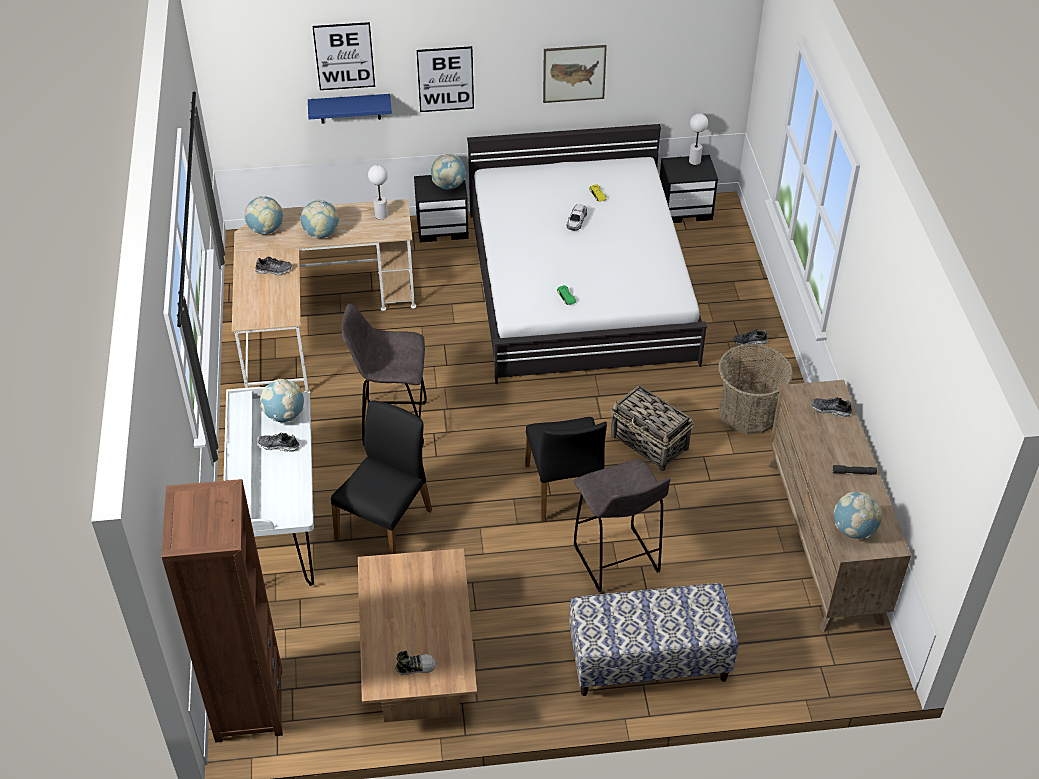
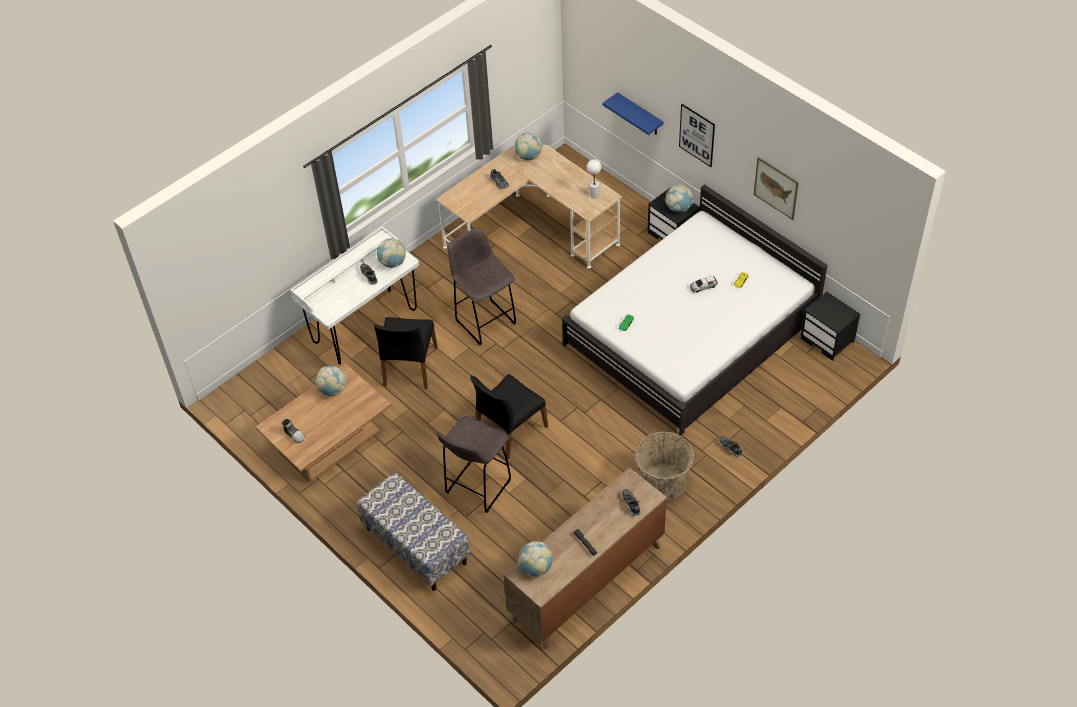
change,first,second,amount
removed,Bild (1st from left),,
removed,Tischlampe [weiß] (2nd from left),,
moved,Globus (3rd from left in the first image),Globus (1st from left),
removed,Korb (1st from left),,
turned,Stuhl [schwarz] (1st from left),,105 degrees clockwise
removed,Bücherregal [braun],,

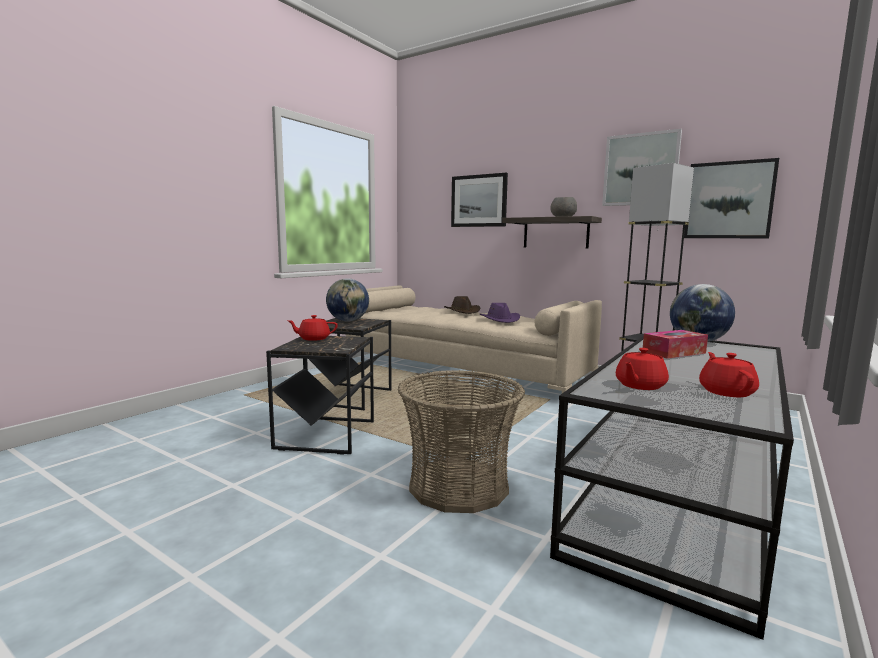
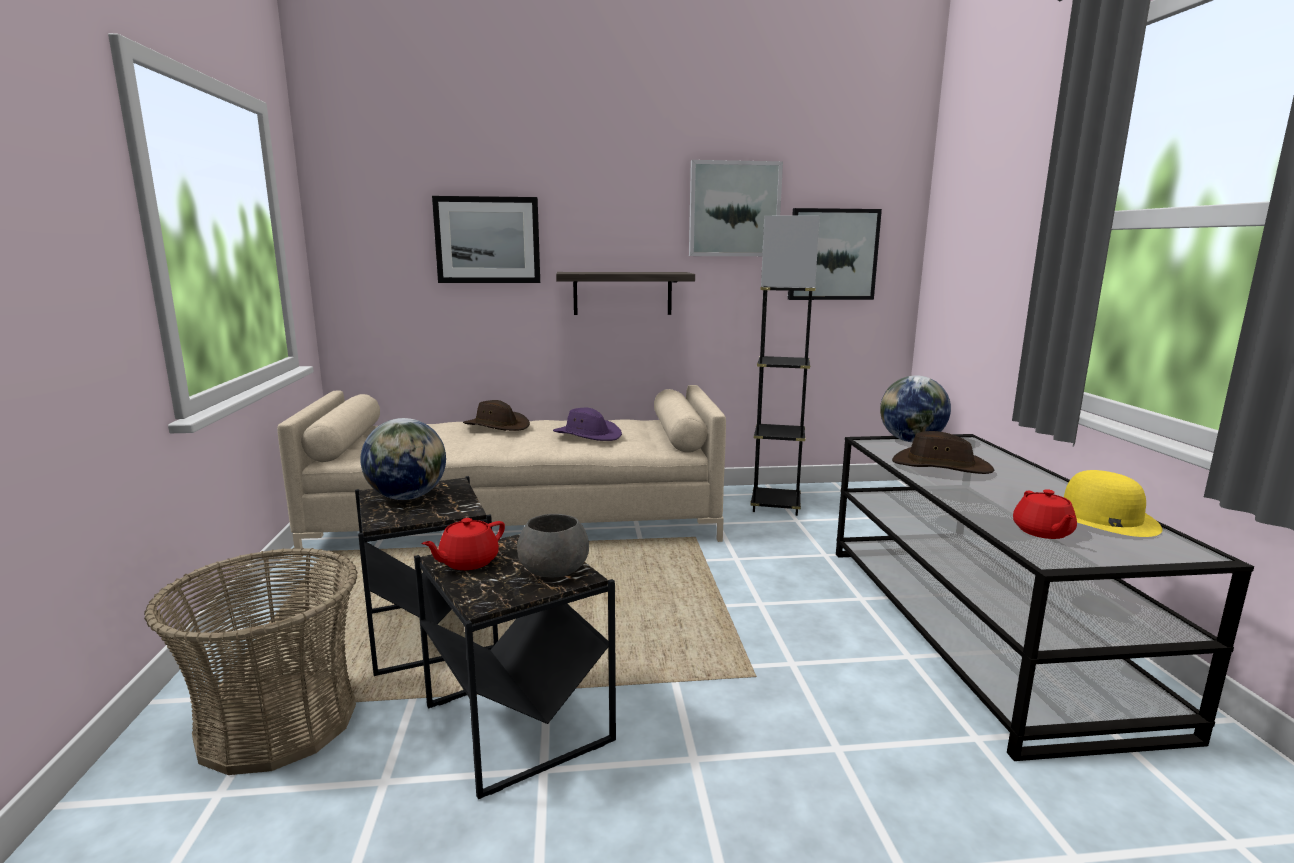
change,first,second,amount
moved,Schüssel [grau],,
replaced,Taschentuchbox,Hut [braun] (2nd from left),
replaced,Teekanne [rot] (3rd from left),Hut [gelb],
moved,Korb,,

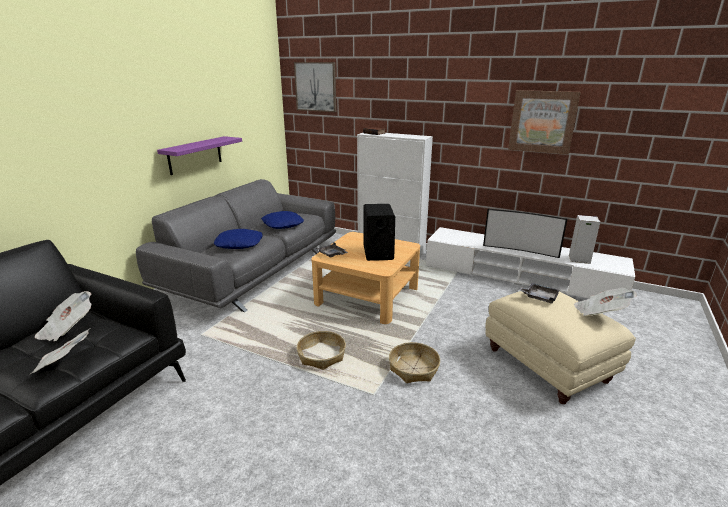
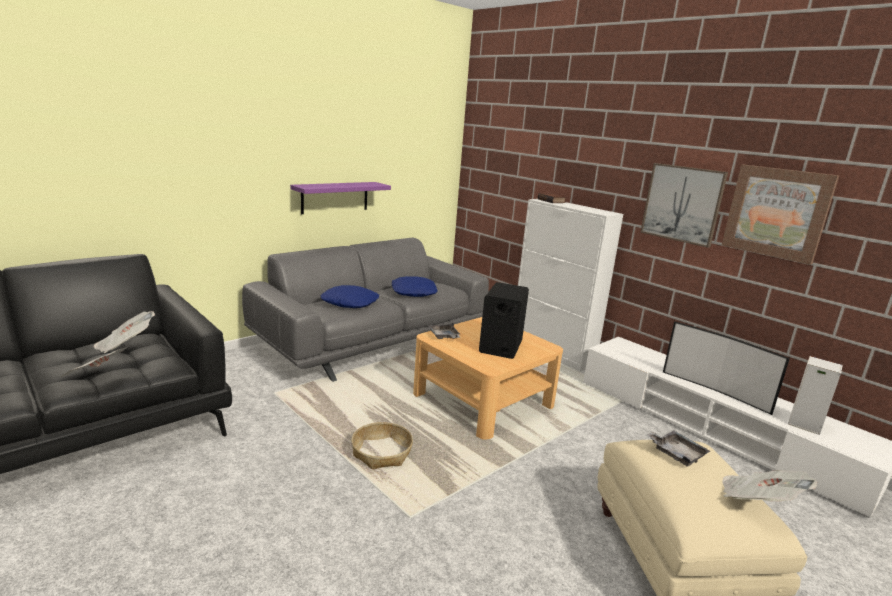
change,first,second,amount
moved,Bild (1st from left),,
removed,Korb (2nd from left),,

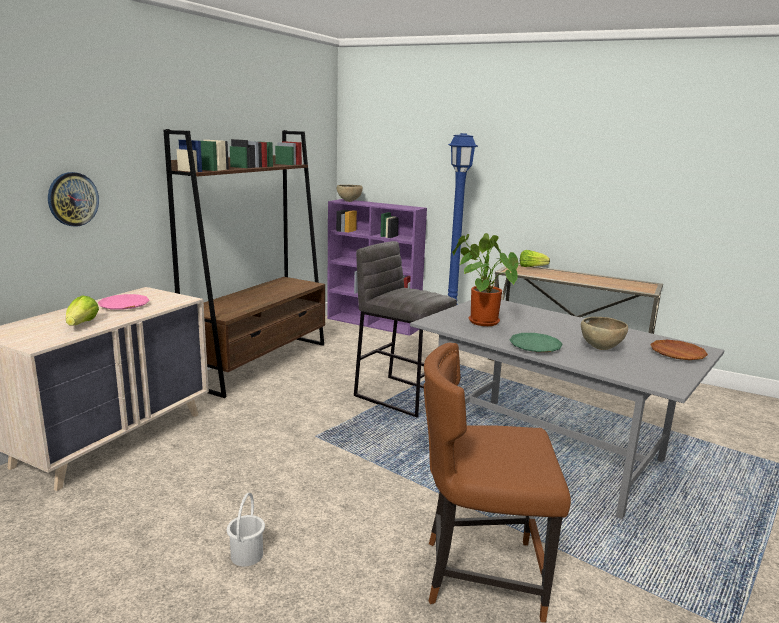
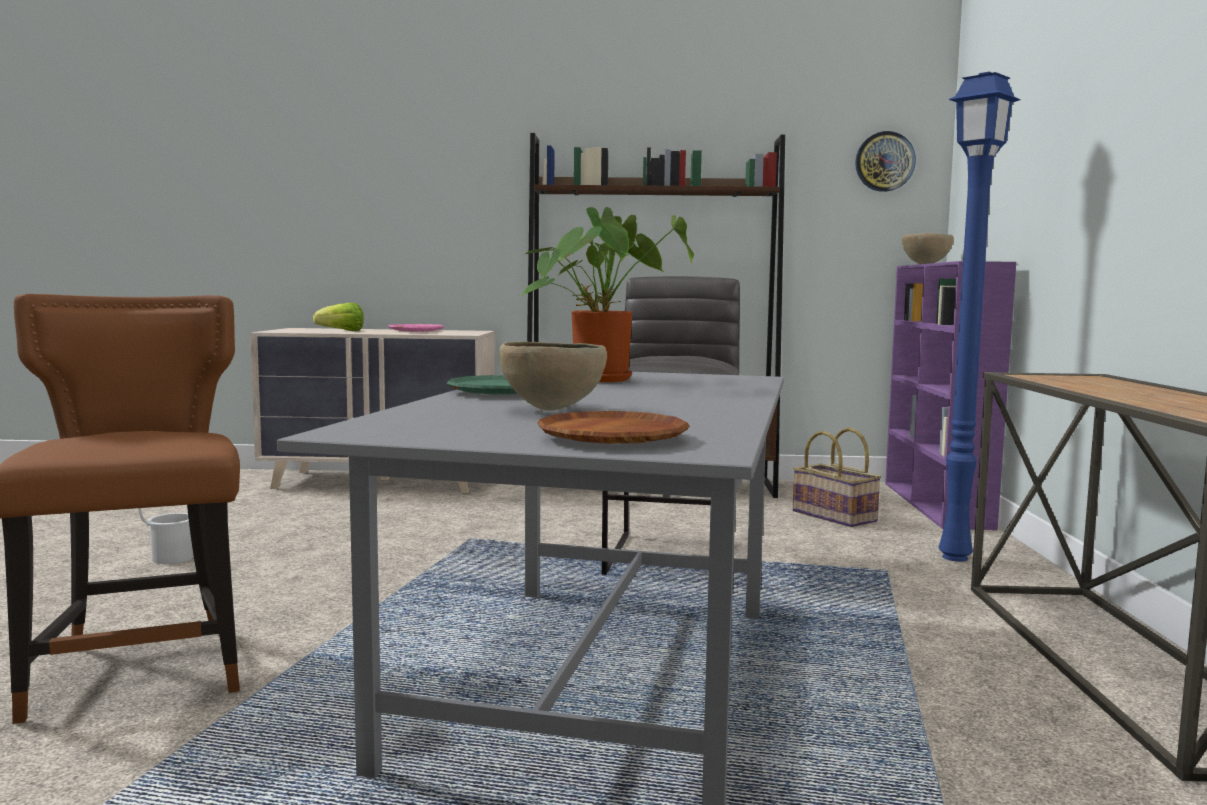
change,first,second,amount
moved,Wanduhr,,
removed,Salatkopf (2nd from left),,
added,,Korb,

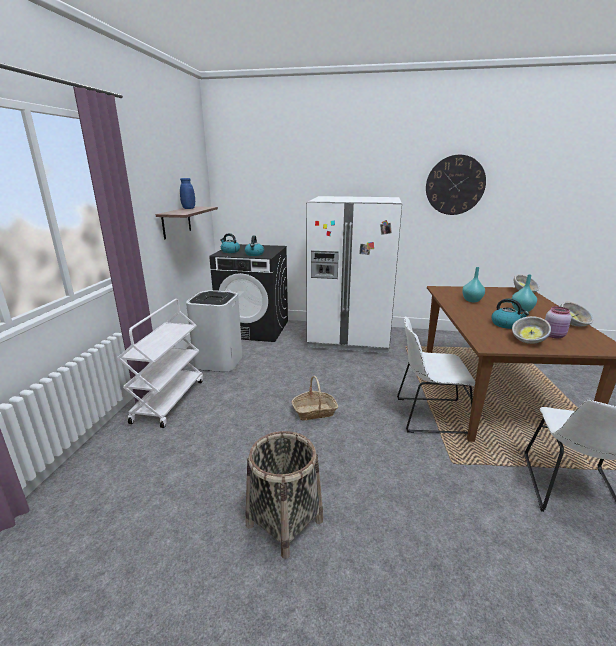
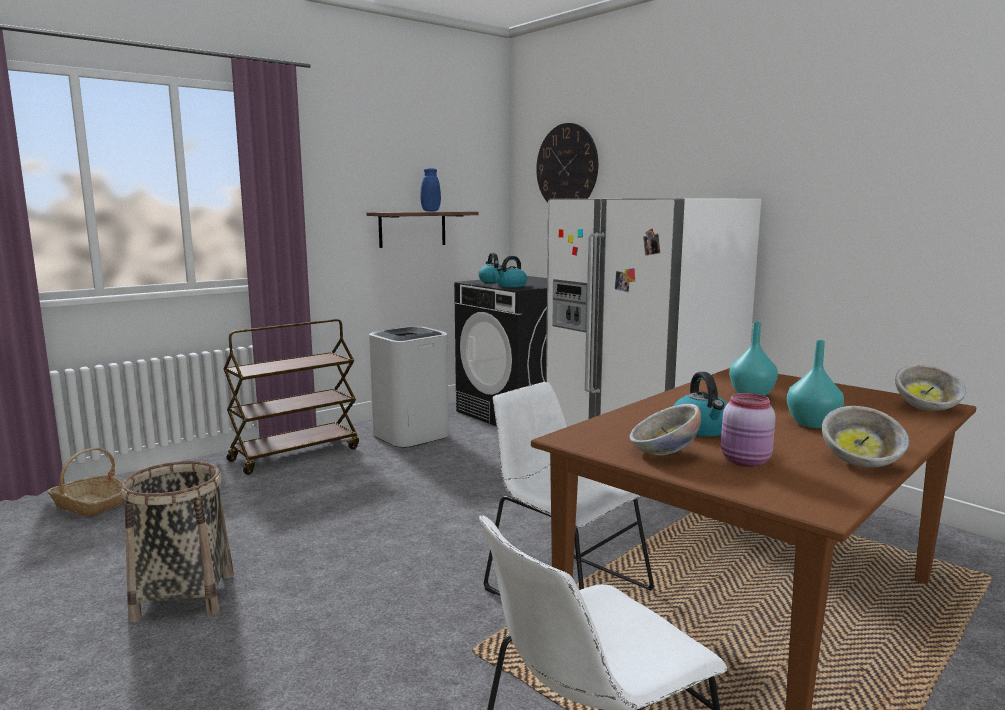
change,first,second,amount
moved,Wanduhr,,
recoloured,Rollwagen [weiß],Rollwagen [braun],
moved,Korb (2nd from left in the first image),Korb (1st from left),

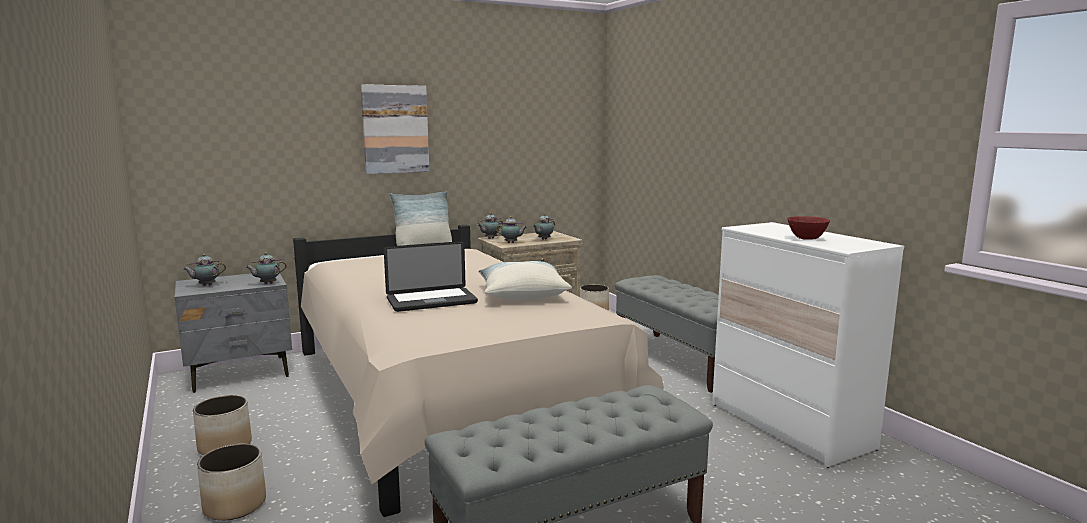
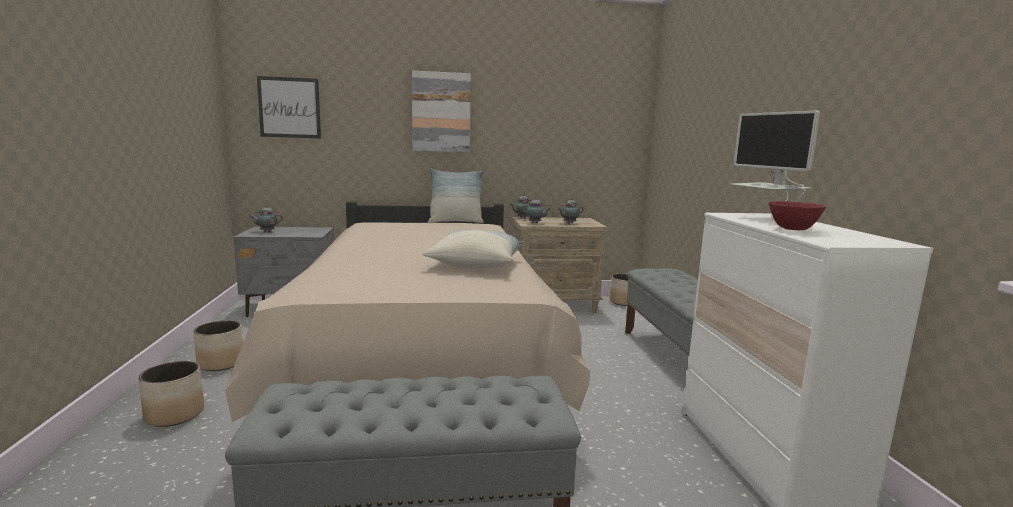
change,first,second,amount
removed,Laptop,,
removed,Teekanne (2nd from left),,
added,,Bild (1st from left),
added,,Monitor,

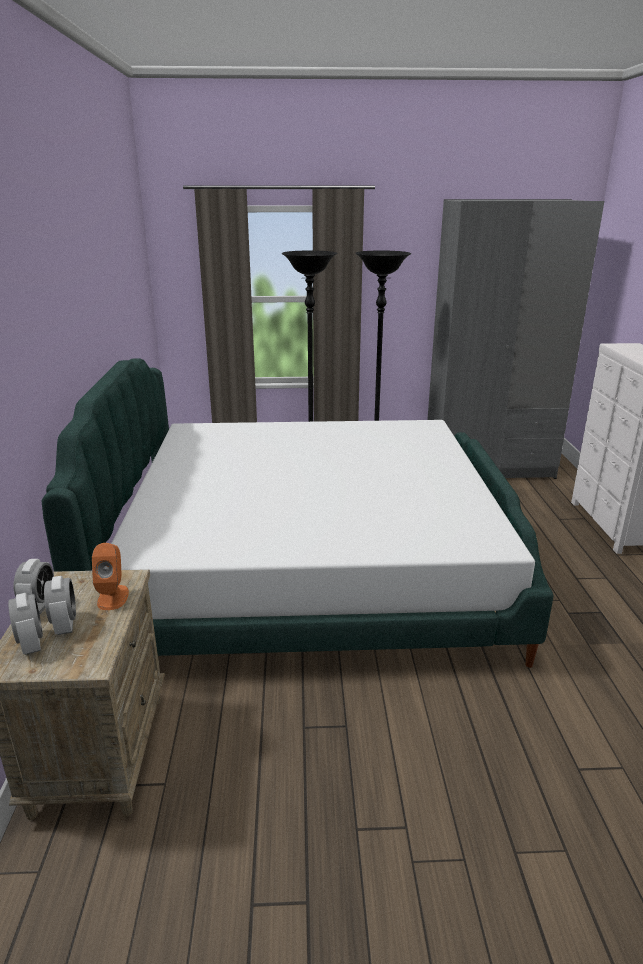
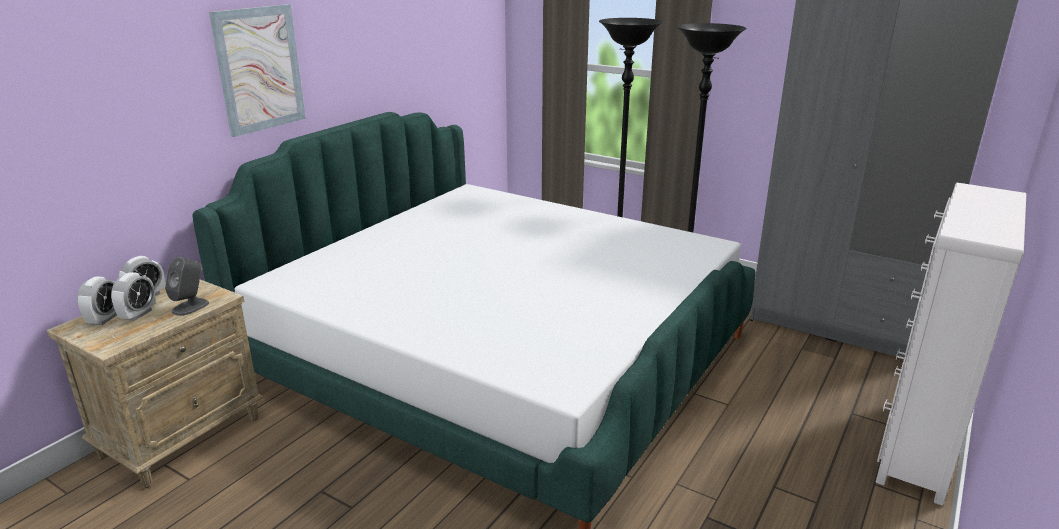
change,first,second,amount
recoloured,Lautsprecher [orange],Lautsprecher [grau],
added,,Bild,

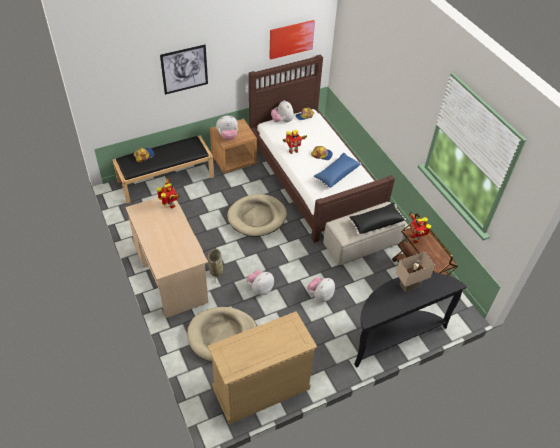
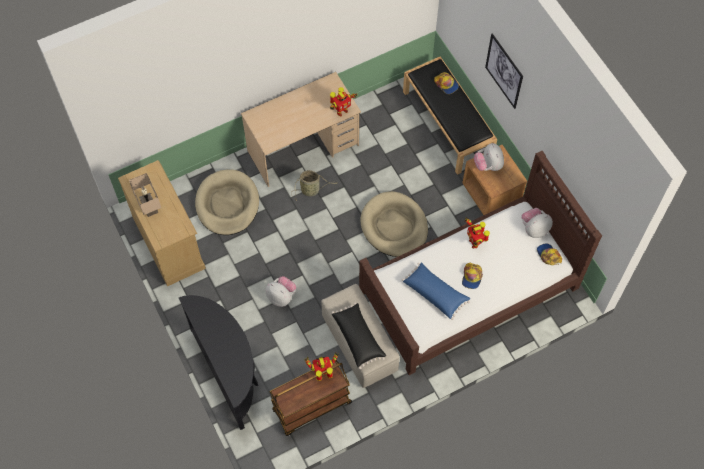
change,first,second,amount
removed,Bild (2nd from left),,
moved,Tischlampe [beige],,
removed,Plüschtier (2nd from left),,

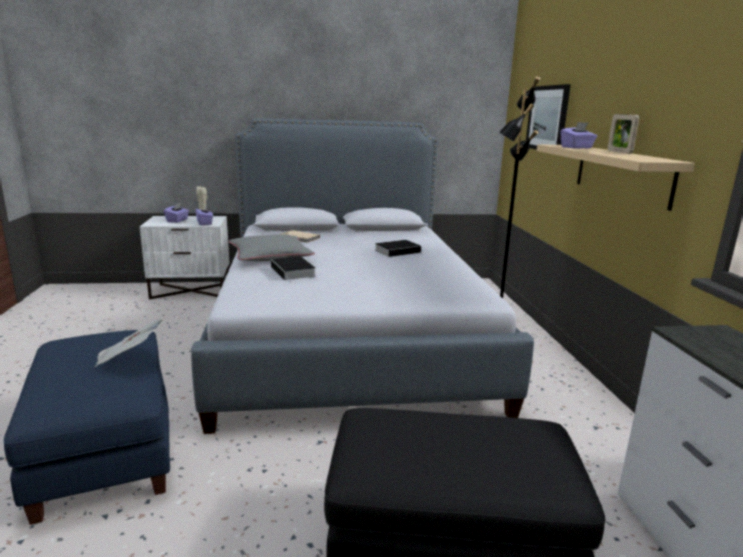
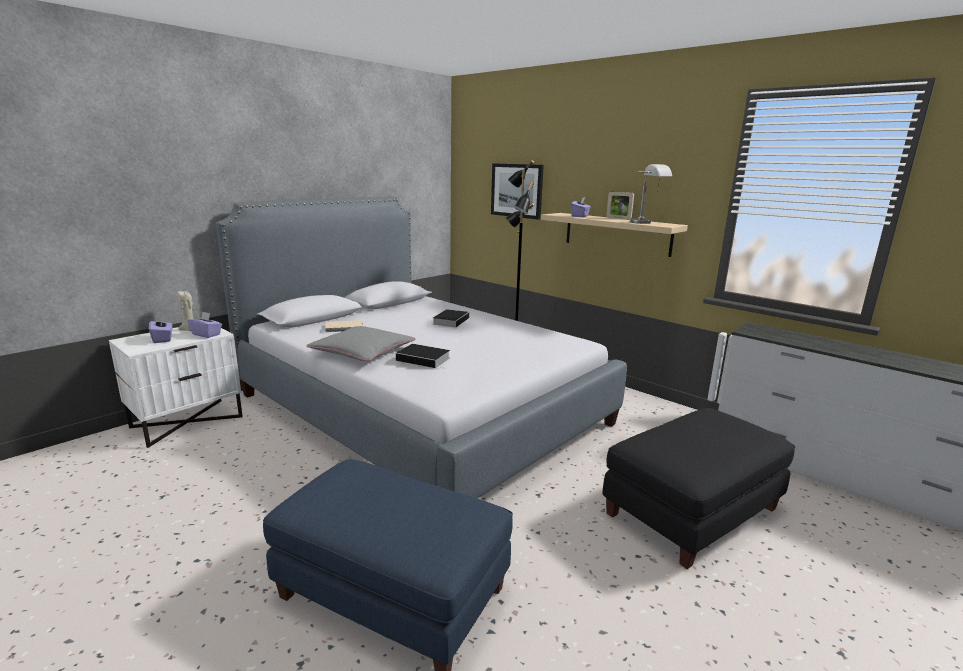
change,first,second,amount
removed,Zeitung,,
added,,Tischlampe [grau],

